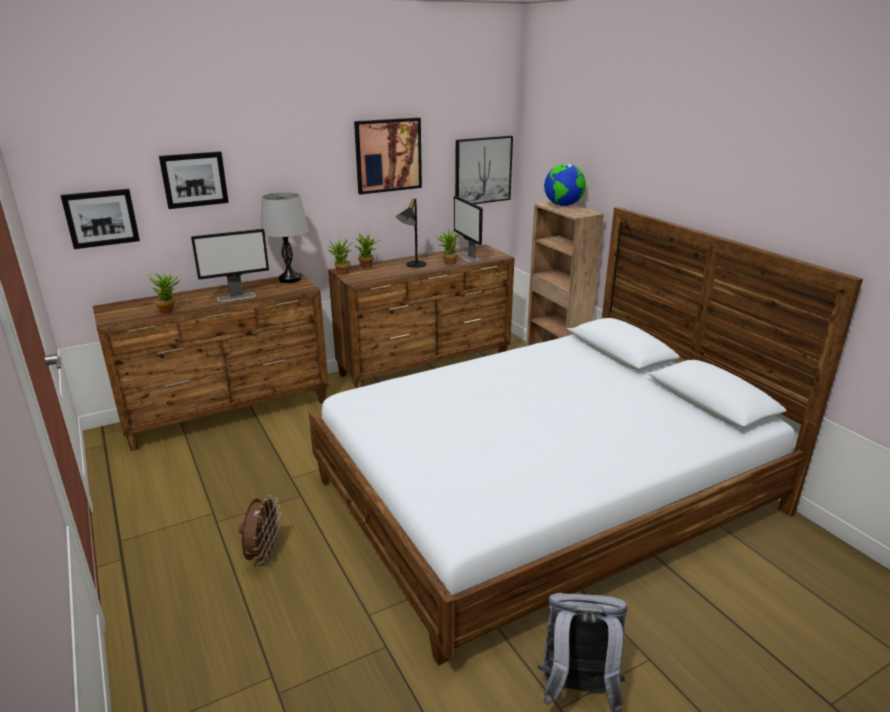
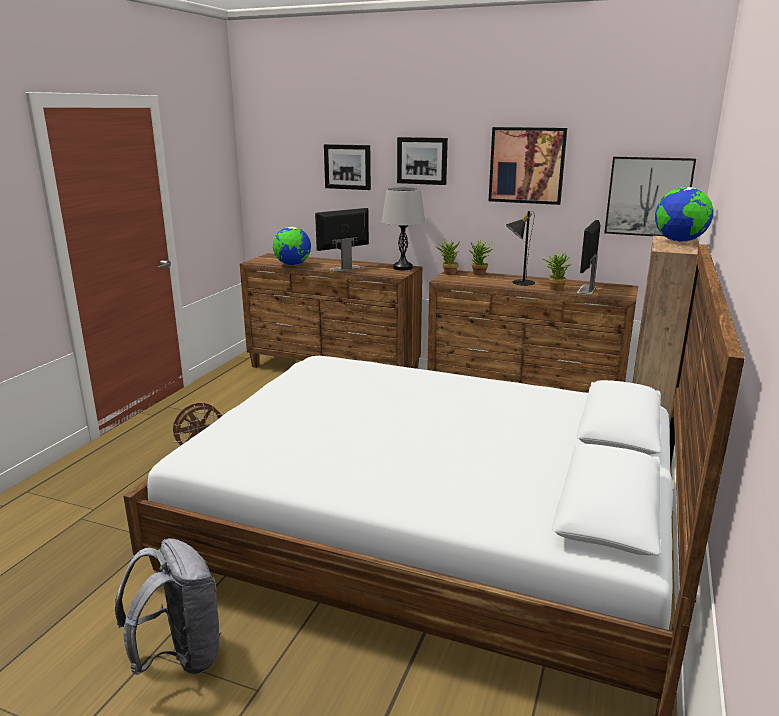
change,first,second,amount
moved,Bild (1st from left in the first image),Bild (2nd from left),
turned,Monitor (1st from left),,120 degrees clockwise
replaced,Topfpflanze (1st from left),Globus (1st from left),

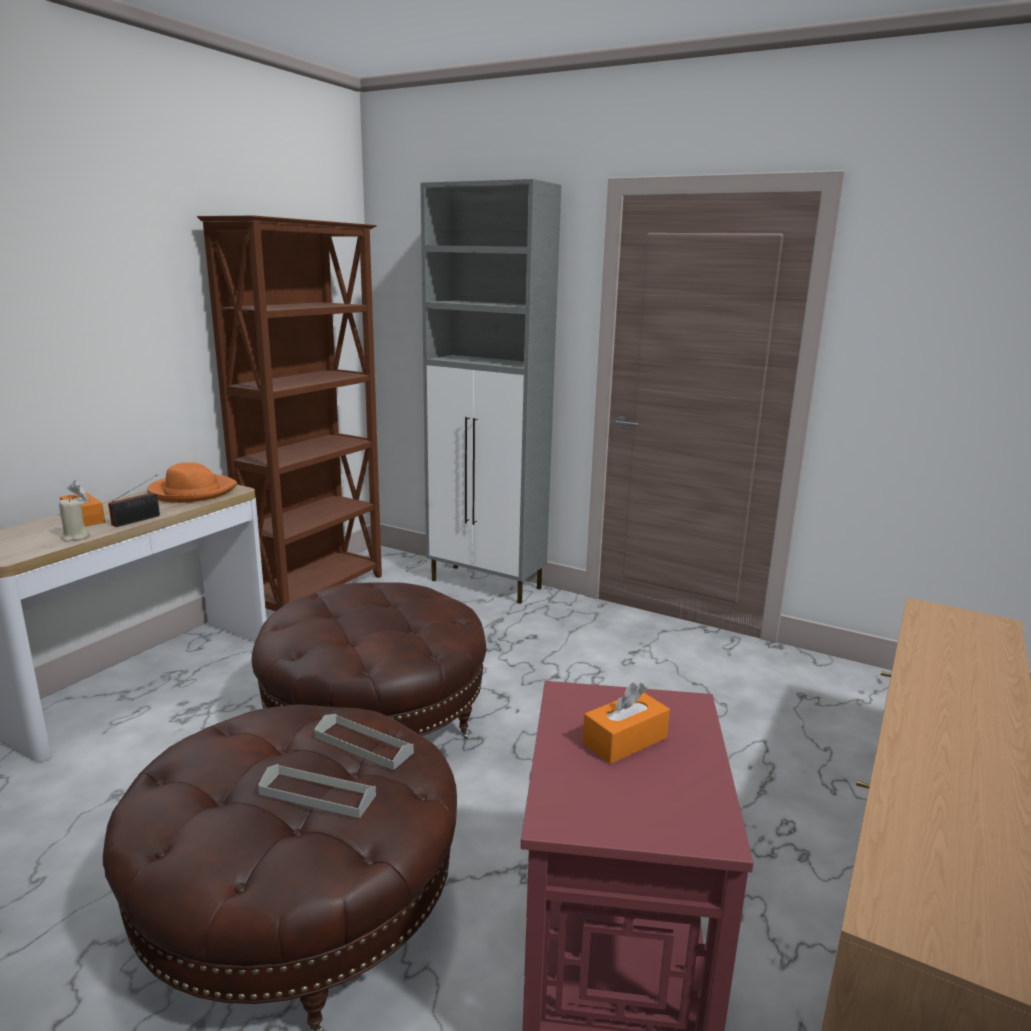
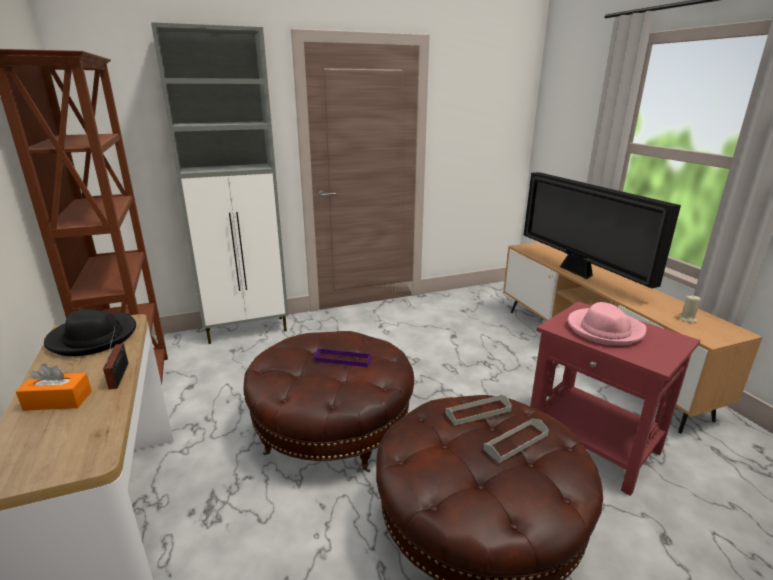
change,first,second,amount
recoloured,Hut [orange],Hut [schwarz],
moved,Kerze [beige],,
replaced,Taschentuchbox [orange] (2nd from left),Hut [rosa],
added,,Fernseher,
added,,Tablett [lila],

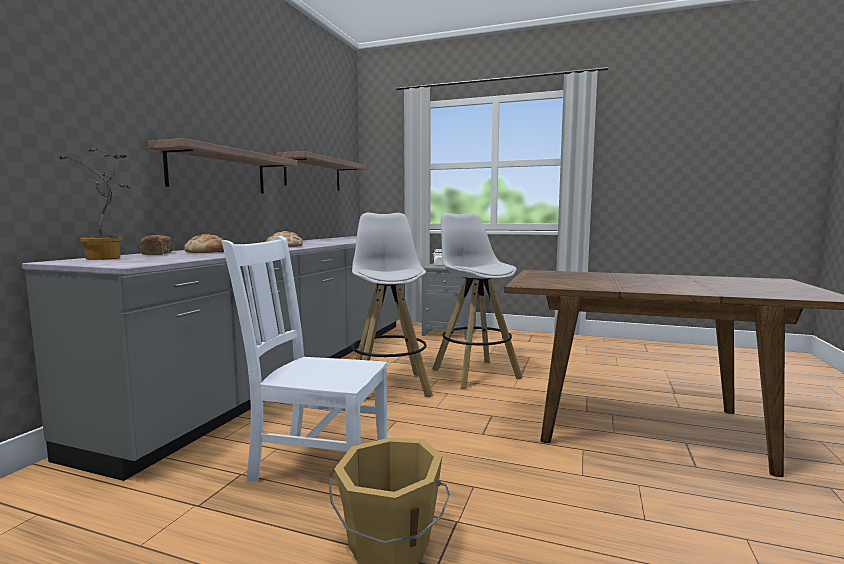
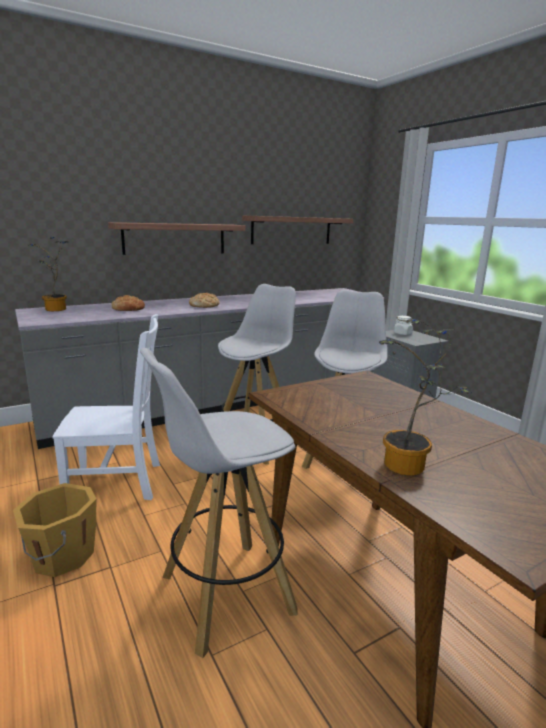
change,first,second,amount
removed,Brot (1st from left),,
turned,Stuhl [weiß],,120 degrees clockwise
added,,Topfpflanze (2nd from left),
added,,Hocker [weiß] (1st from left),

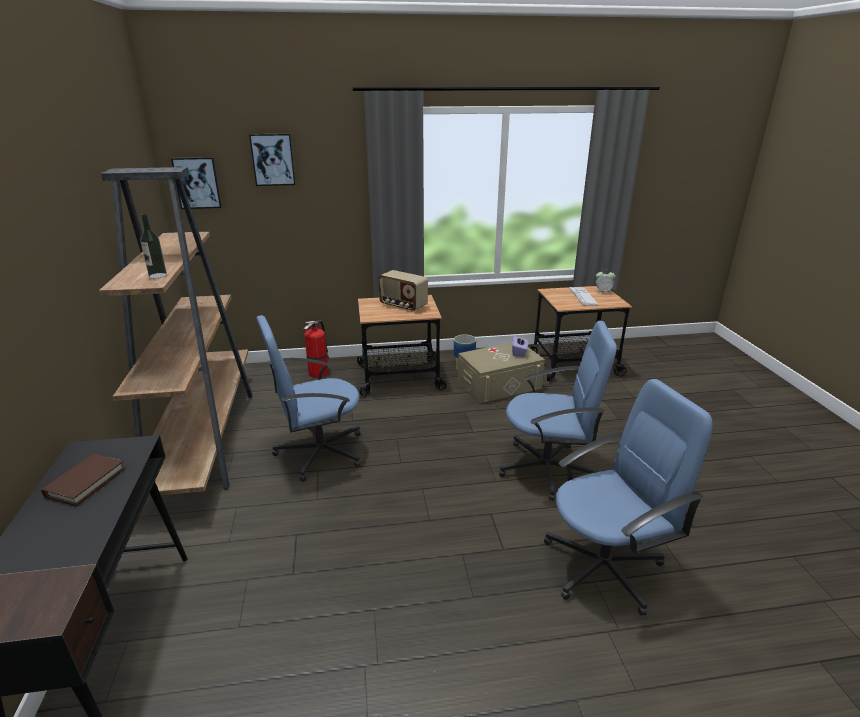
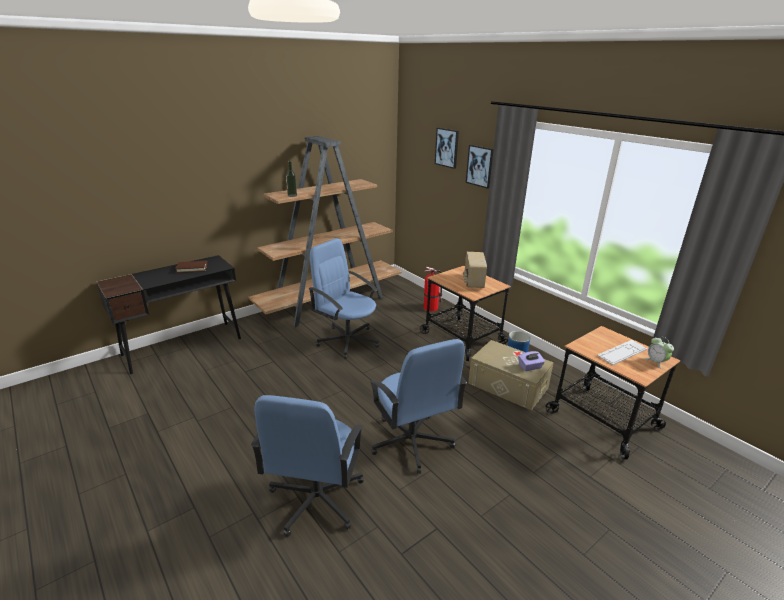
change,first,second,amount
moved,Bild (1st from left in the first image),Bild (2nd from left),
turned,Bürostuhl [blau] (3rd from left in the first image),Bürostuhl [blau] (1st from left),60 degrees clockwise

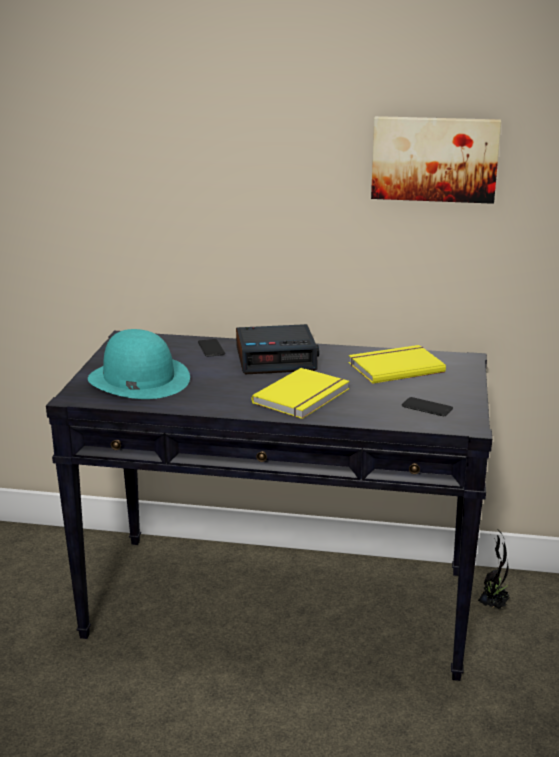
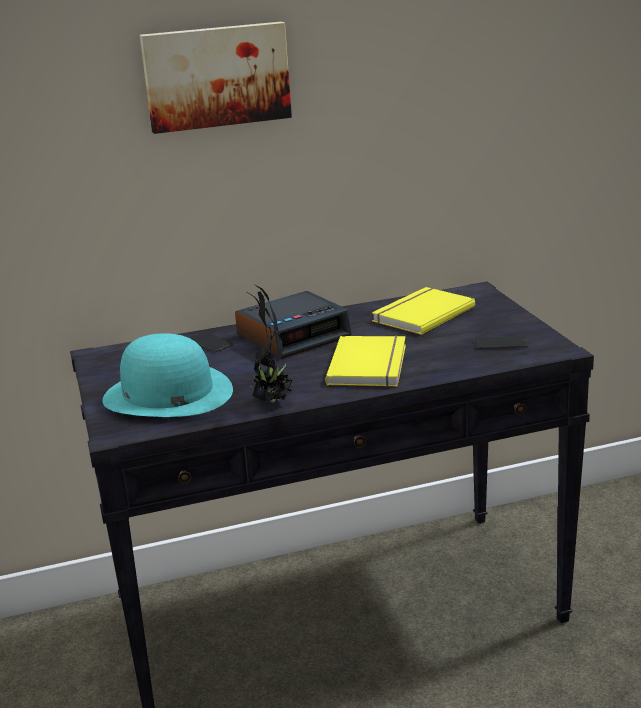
change,first,second,amount
moved,Bild,,
moved,Topfpflanze,,

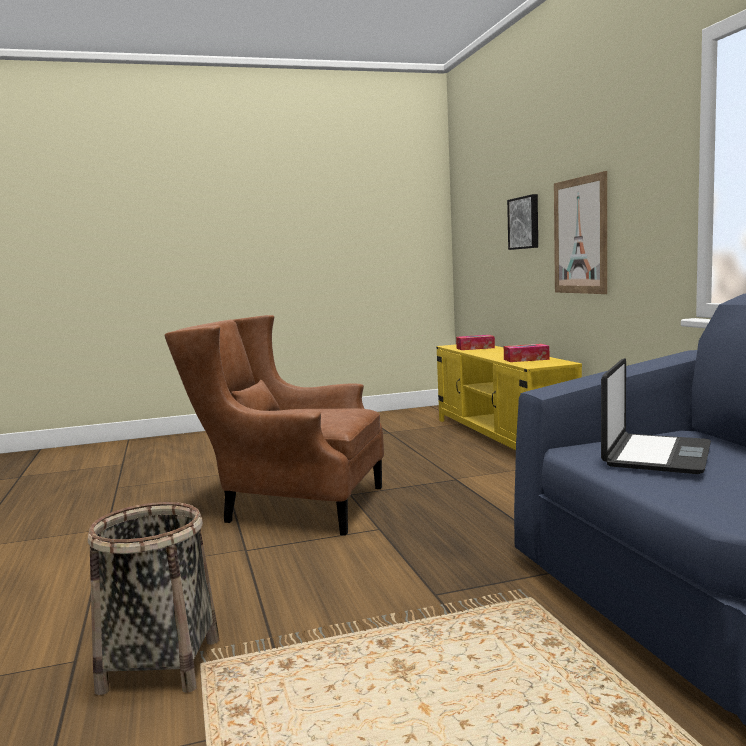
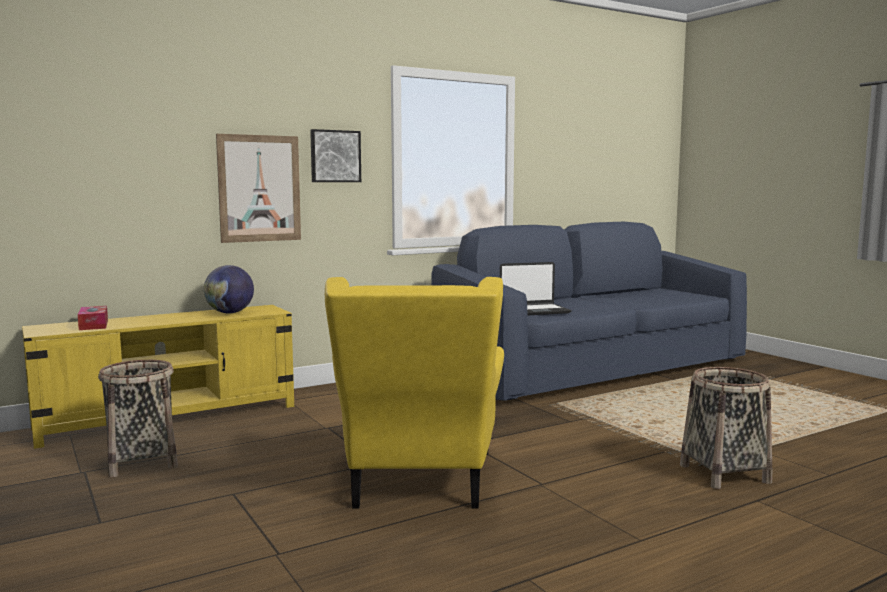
change,first,second,amount
moved,Bild (1st from left in the first image),Bild (2nd from left),
recoloured,Sessel [braun],Sessel [gelb],
replaced,Taschentuchbox (2nd from left),Globus,
turned,Laptop,,150 degrees clockwise
added,,Korb (1st from left),

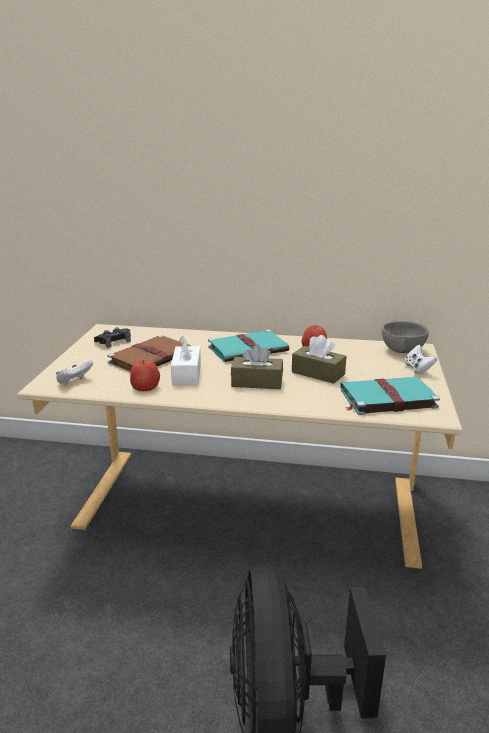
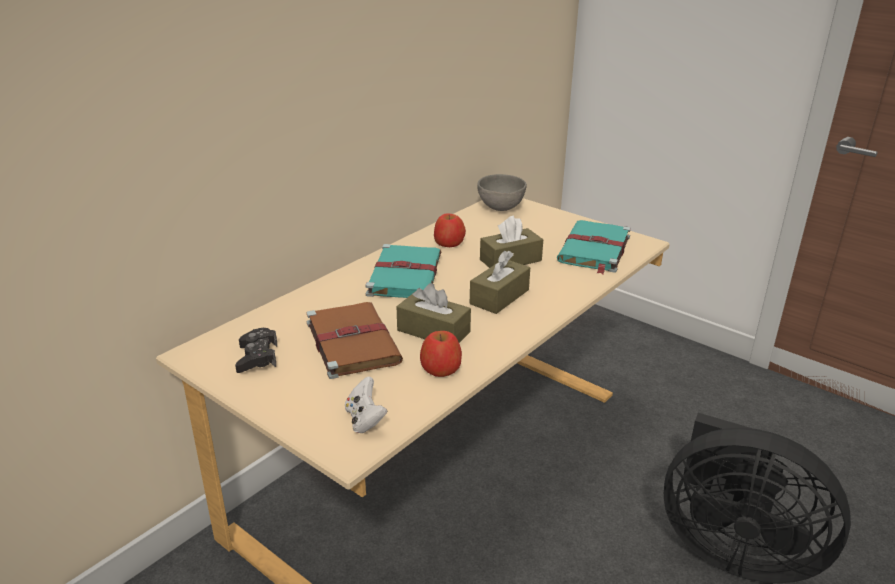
change,first,second,amount
recoloured,Taschentuchbox [weiß],Taschentuchbox [braun] (1st from left),
removed,Gamepad [weiß] (2nd from left),,

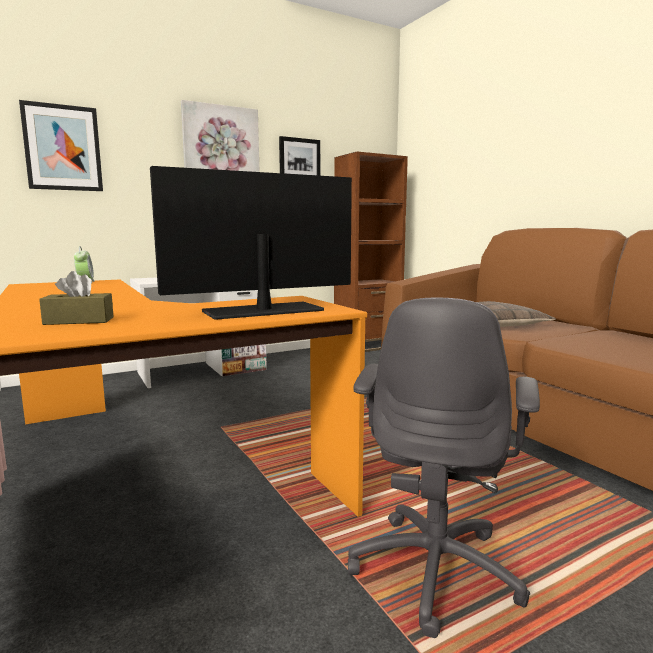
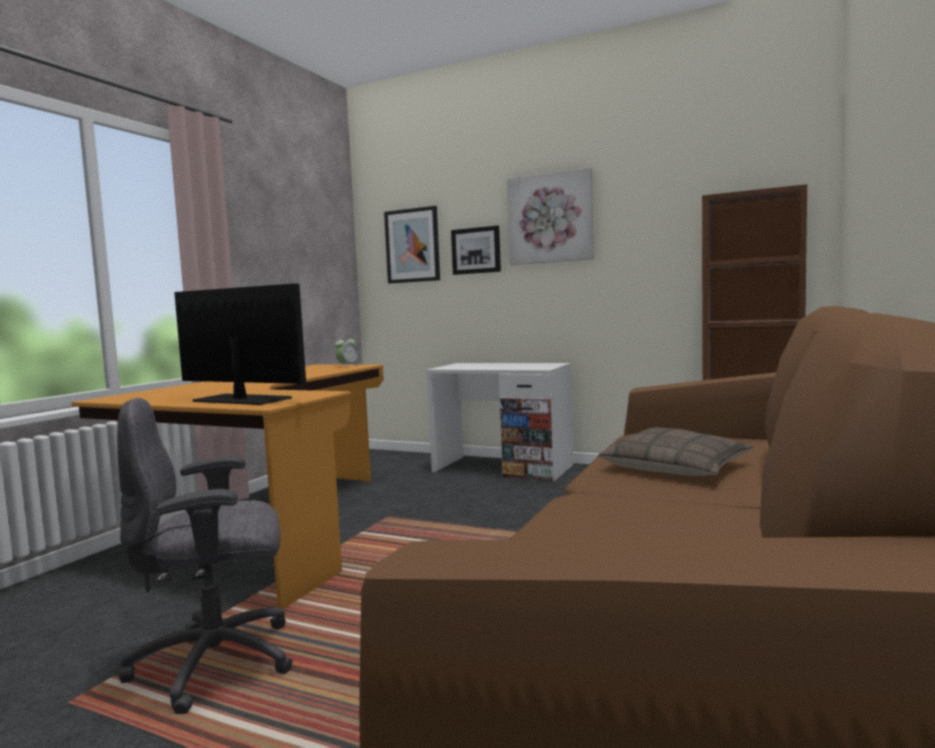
change,first,second,amount
moved,Bild (3rd from left in the first image),Bild (2nd from left),
removed,Taschentuchbox [braun],,

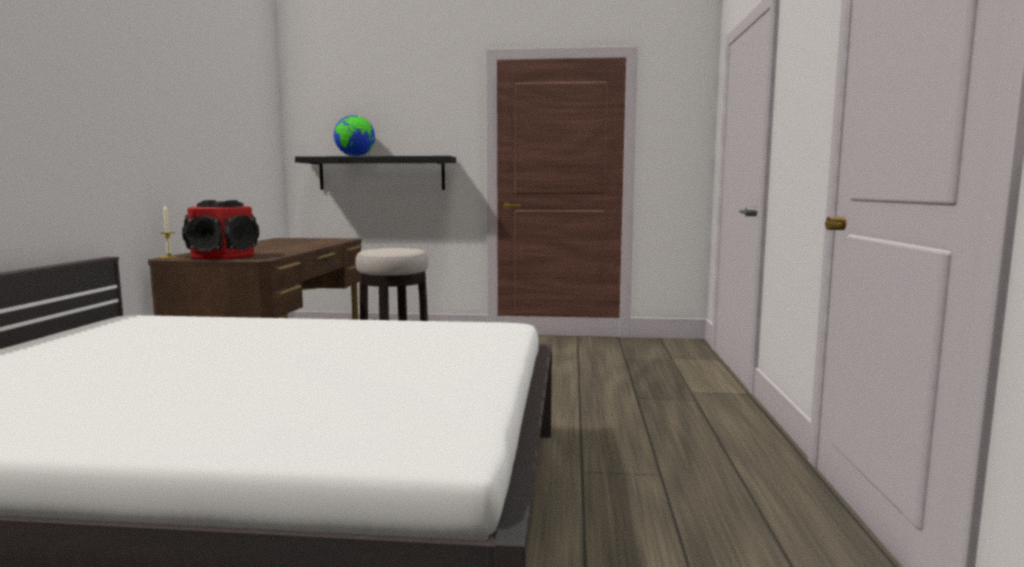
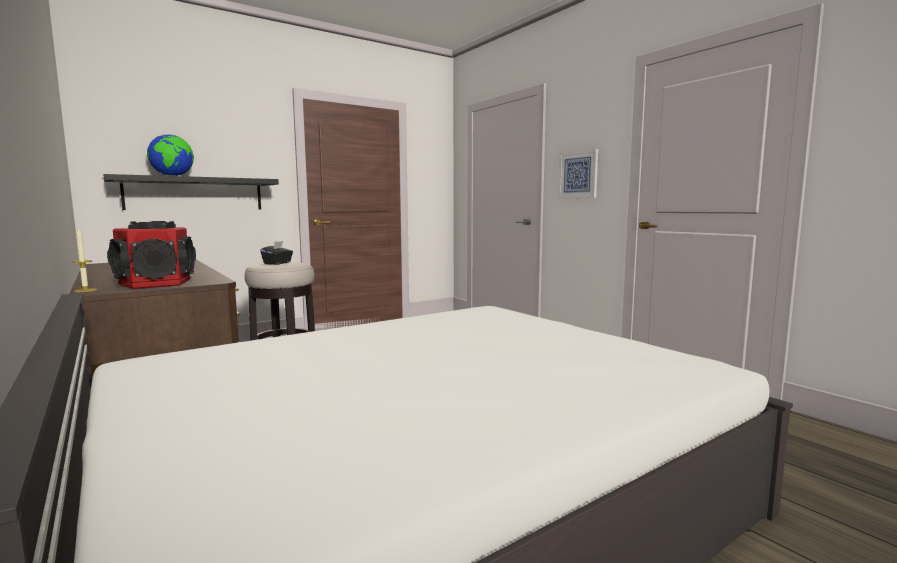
change,first,second,amount
added,,Bild,
added,,Taschentuchbox [schwarz],

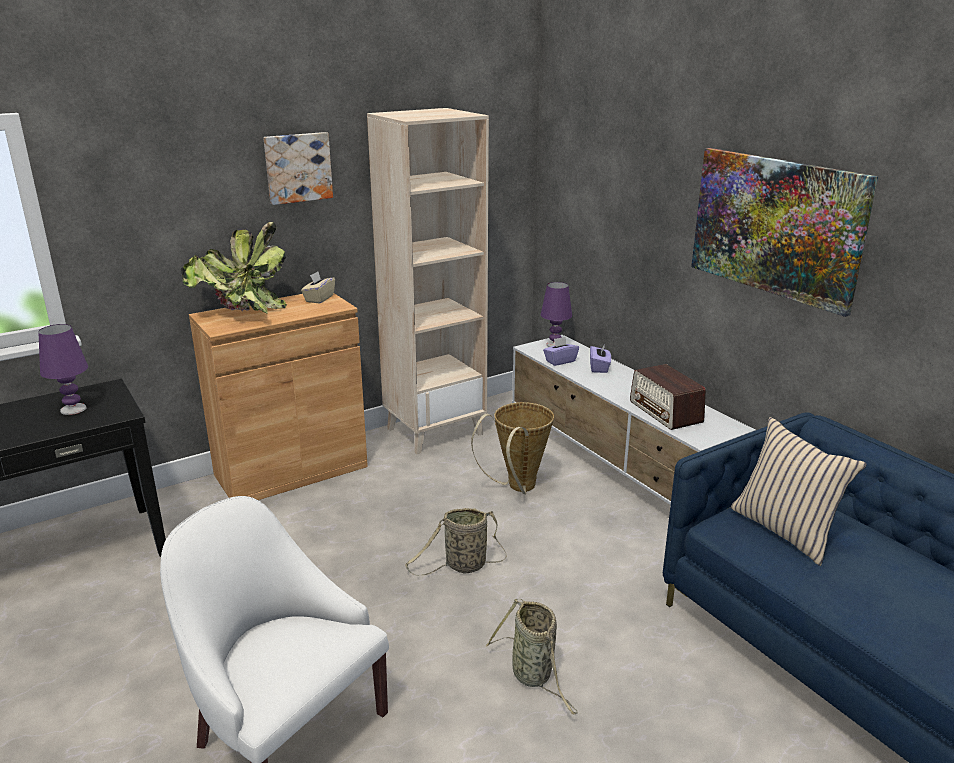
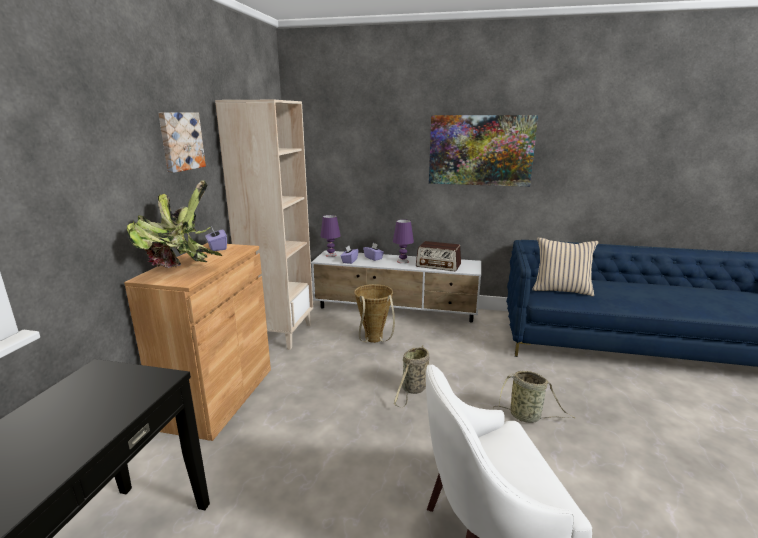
change,first,second,amount
recoloured,Taschentuchbox [beige],Taschentuchbox [lila] (1st from left),
moved,Tischlampe [lila] (1st from left in the first image),Tischlampe [lila] (2nd from left),

